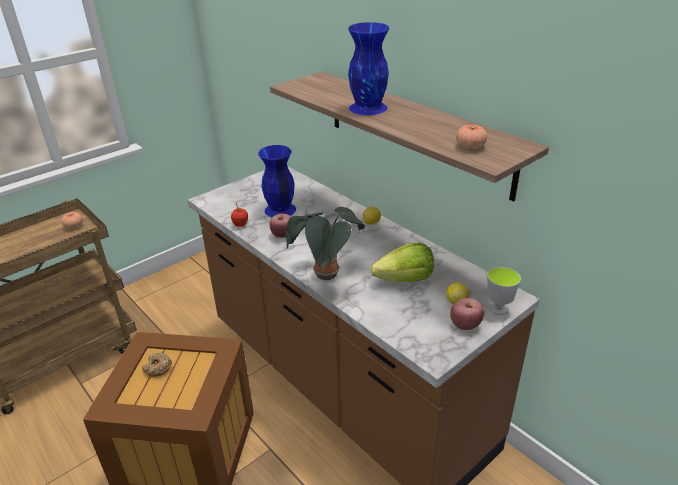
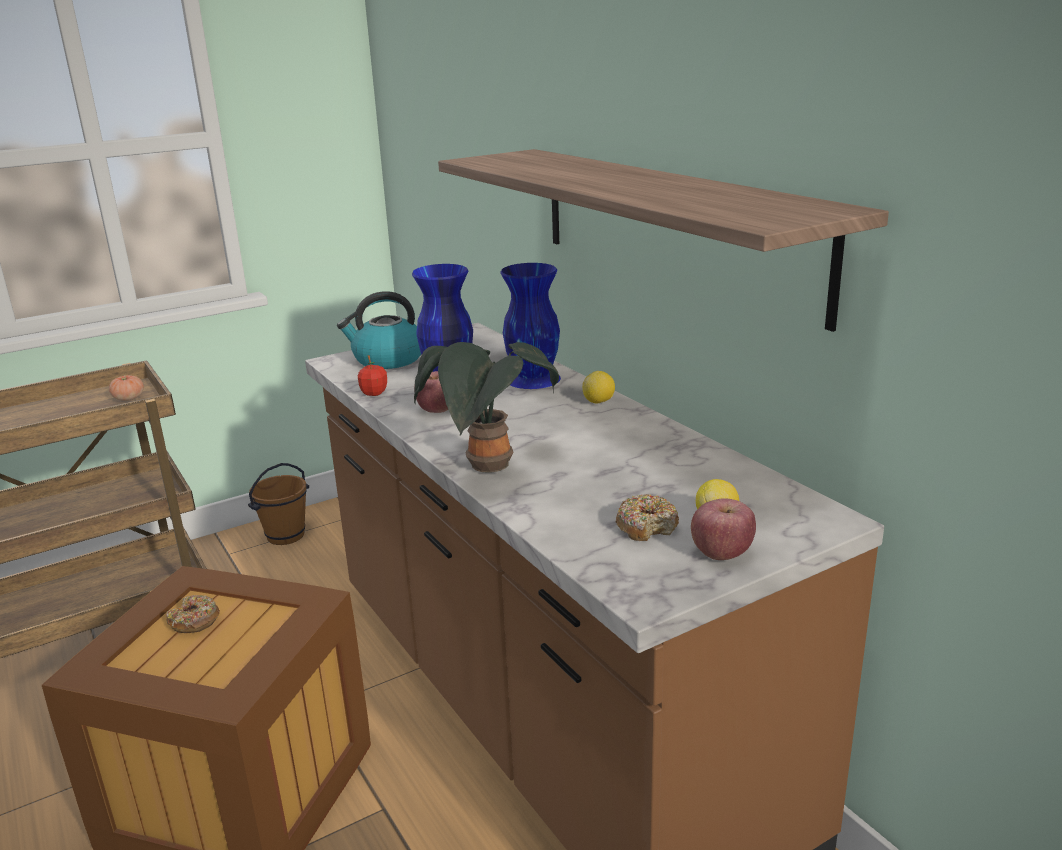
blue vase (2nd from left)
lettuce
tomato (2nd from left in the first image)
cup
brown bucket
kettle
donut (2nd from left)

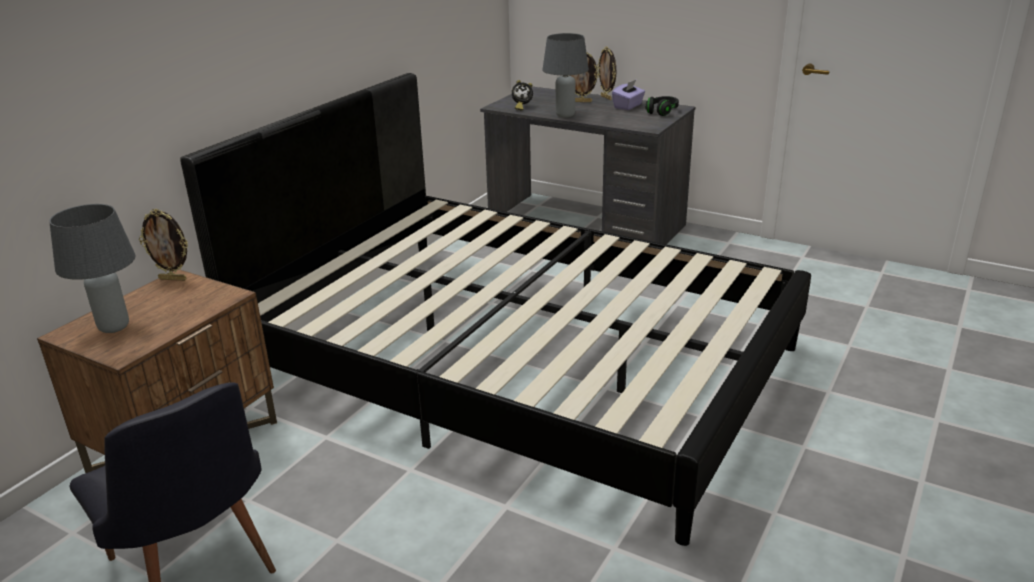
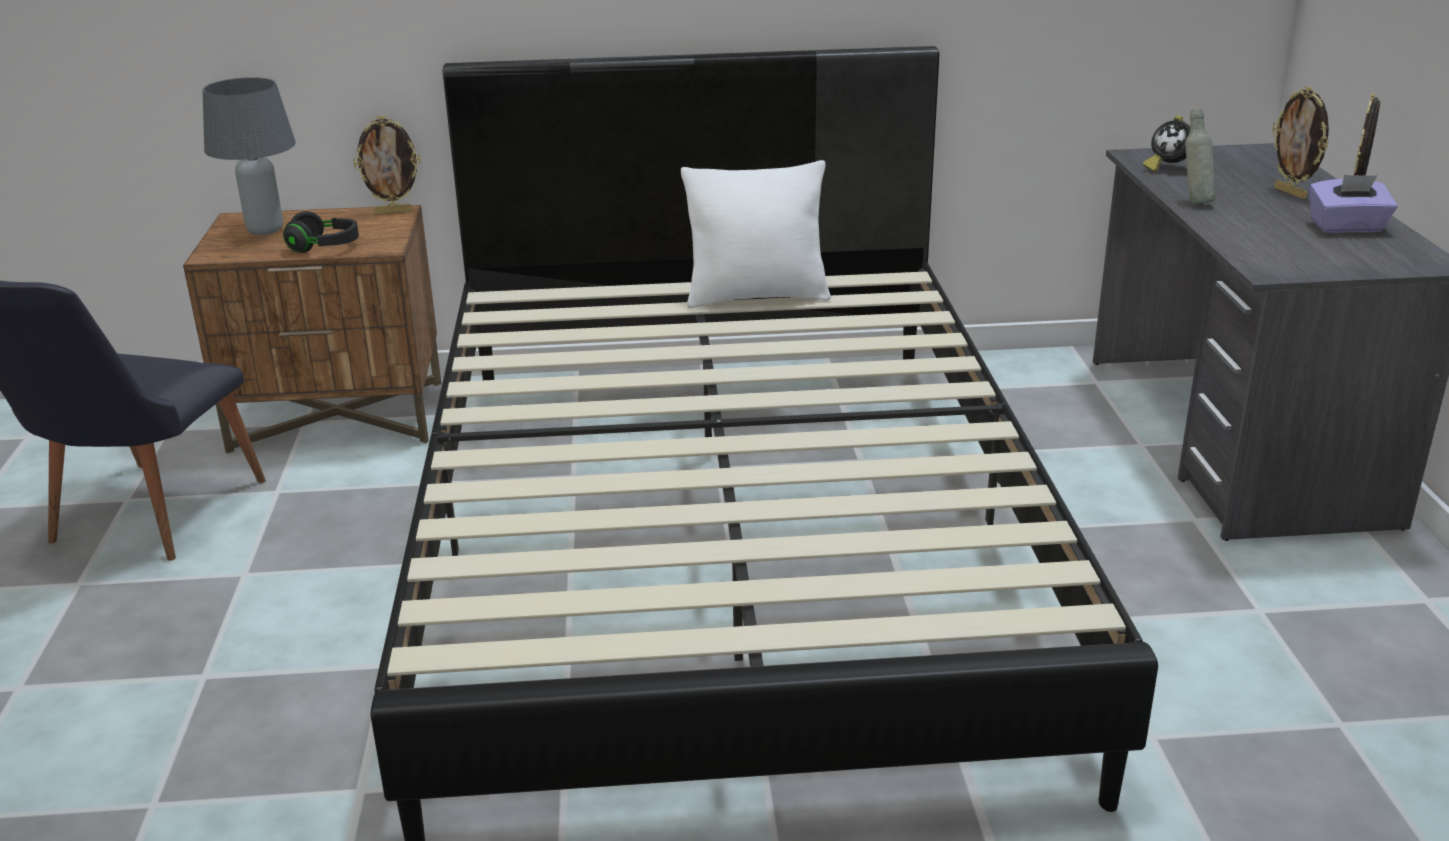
picture frame (1st from left)
grey bottle
black headphones
white pillow

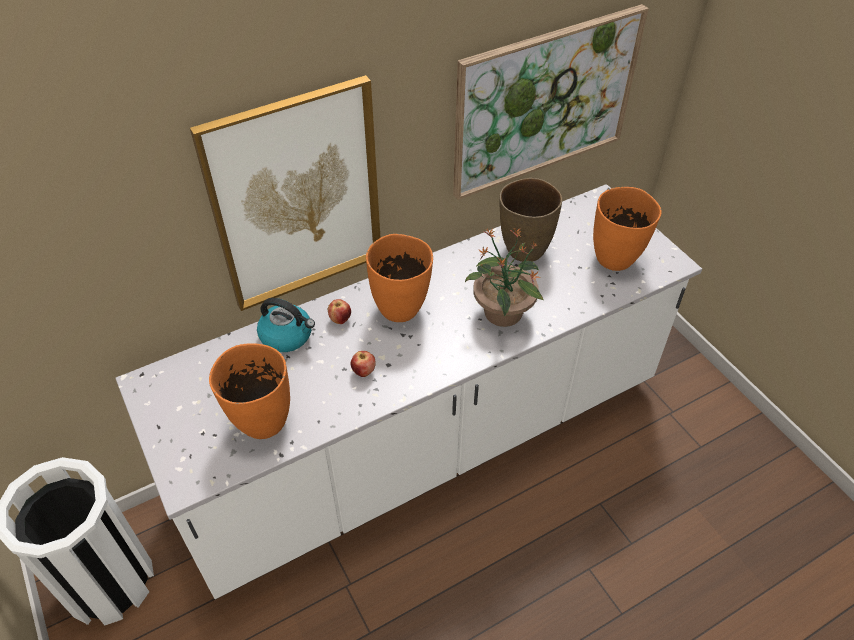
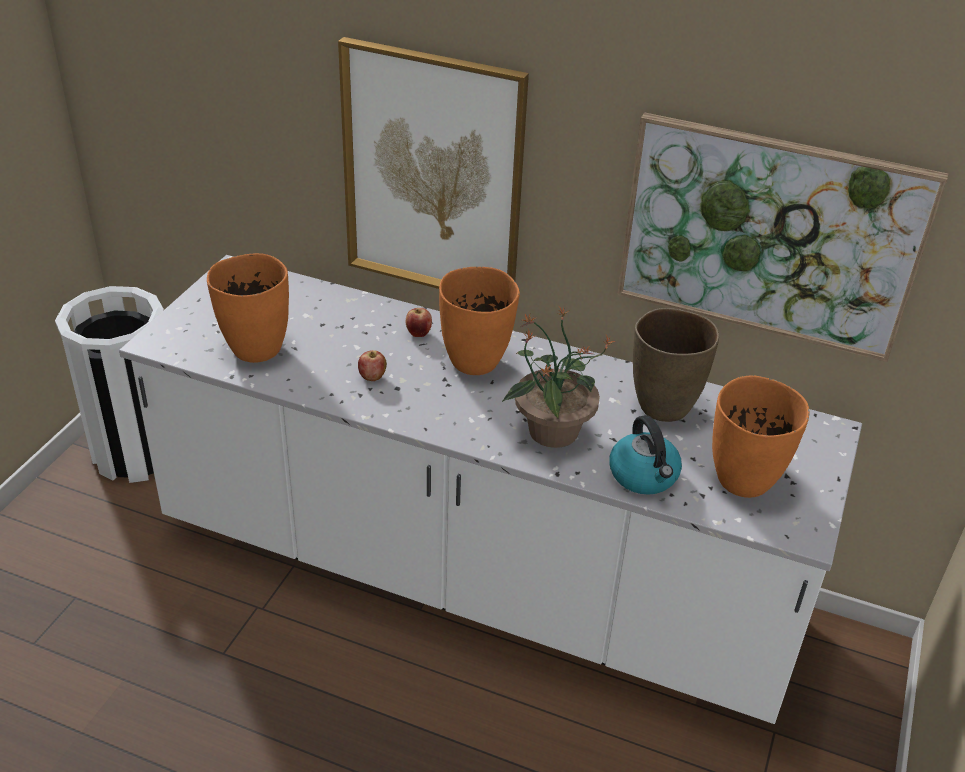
kettle

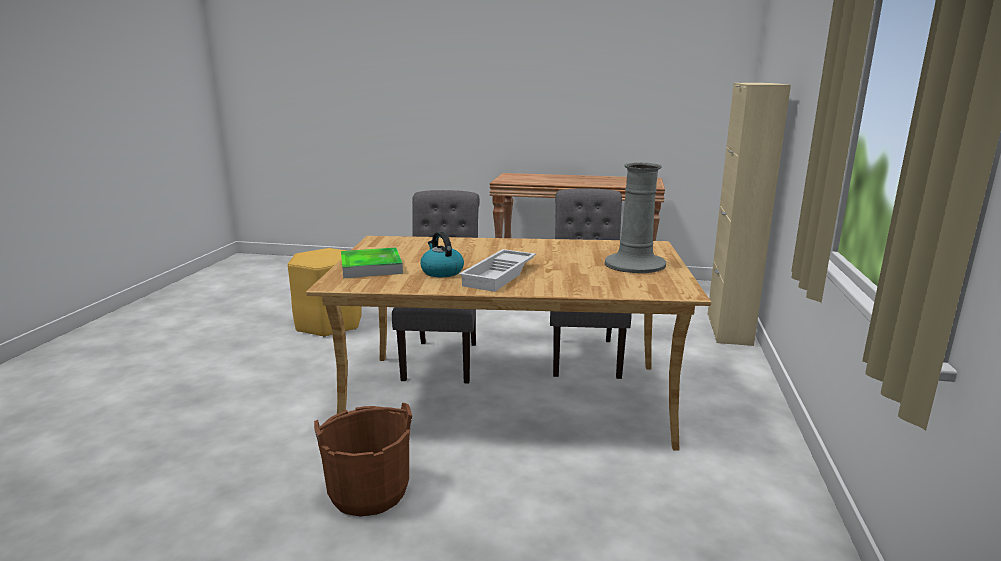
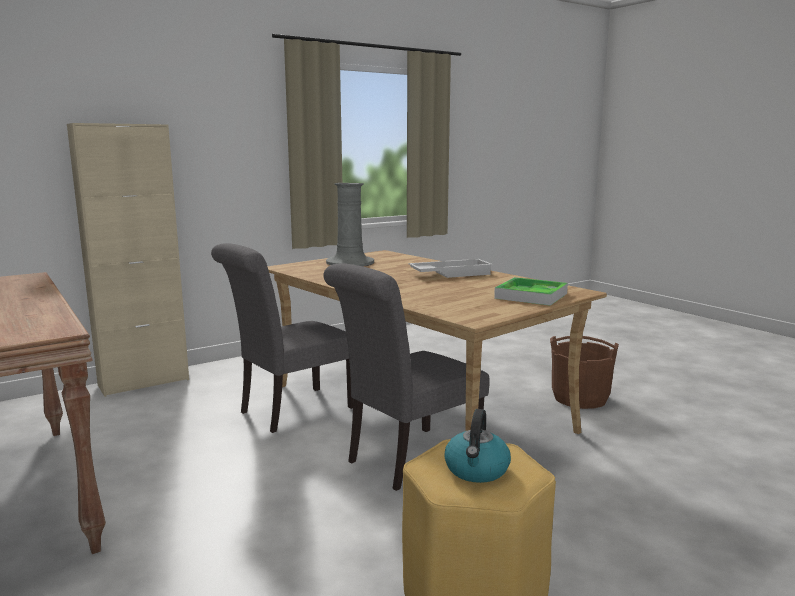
kettle

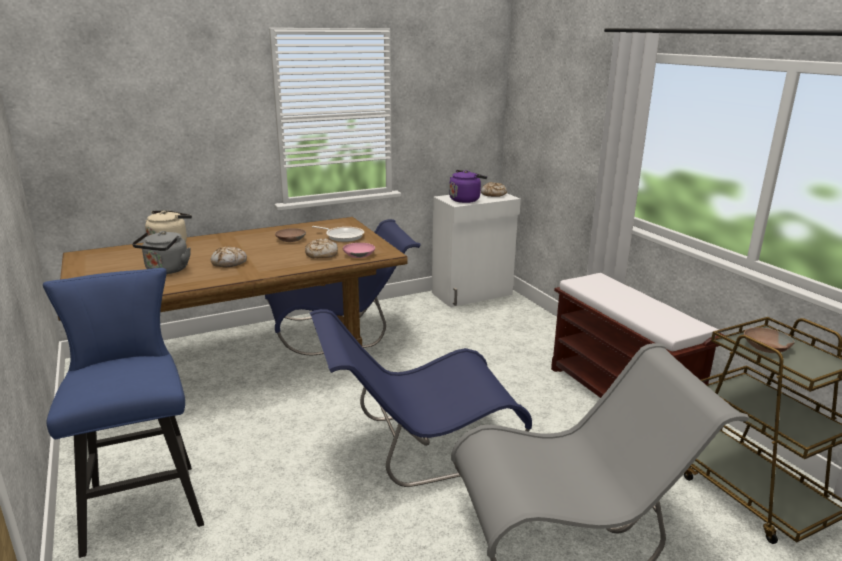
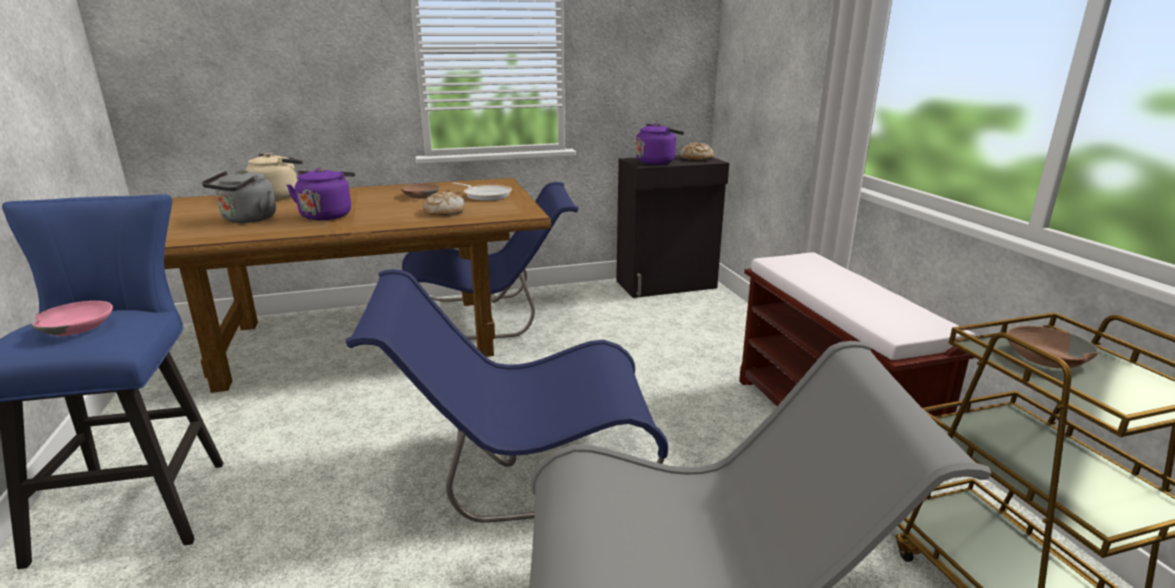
purple kettle (1st from left)
pink bowl
black cabinet

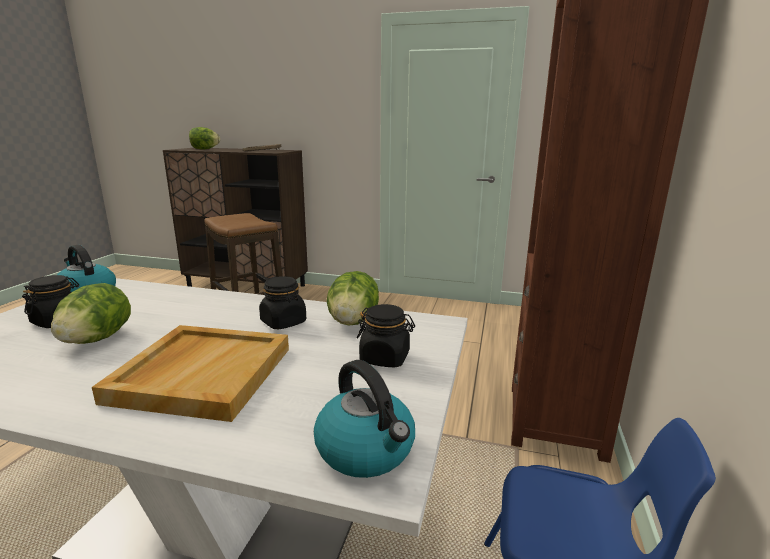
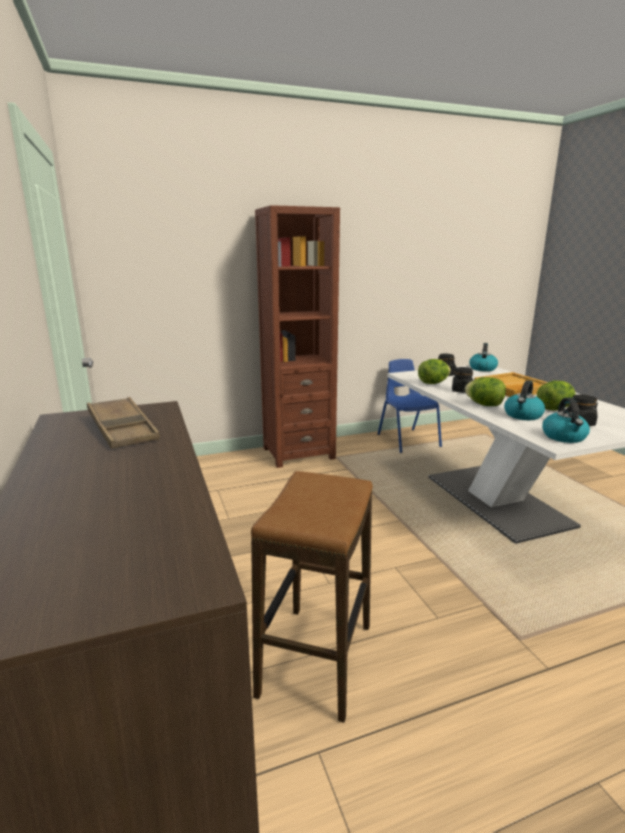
lettuce (2nd from left)
kettle (2nd from left)

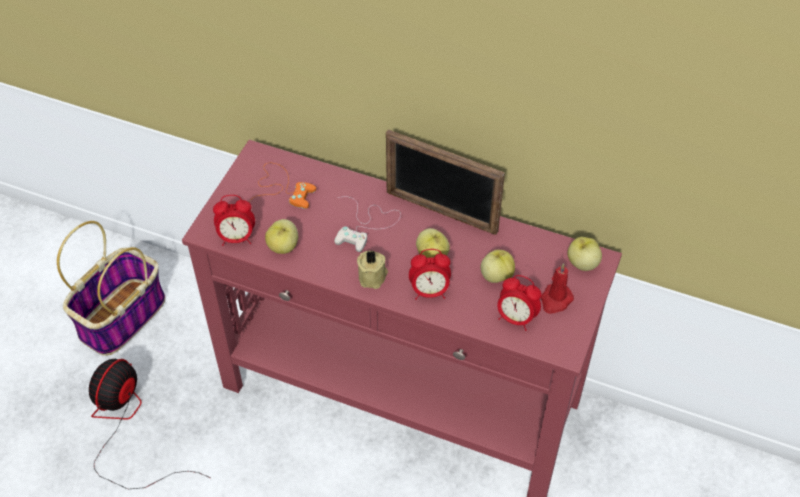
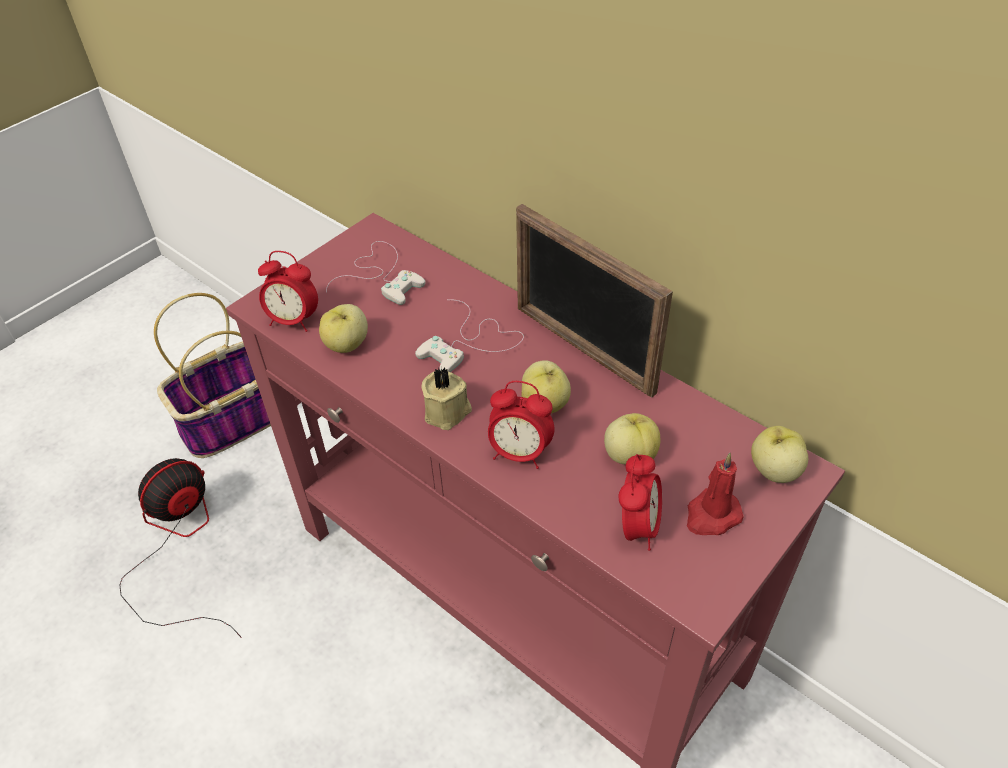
white game controller (1st from left)
alarm clock (3rd from left)

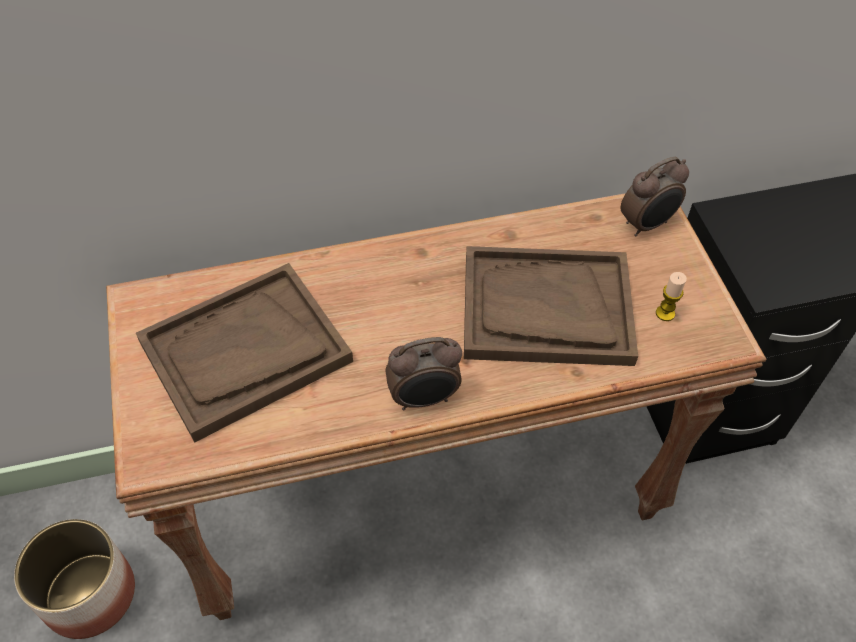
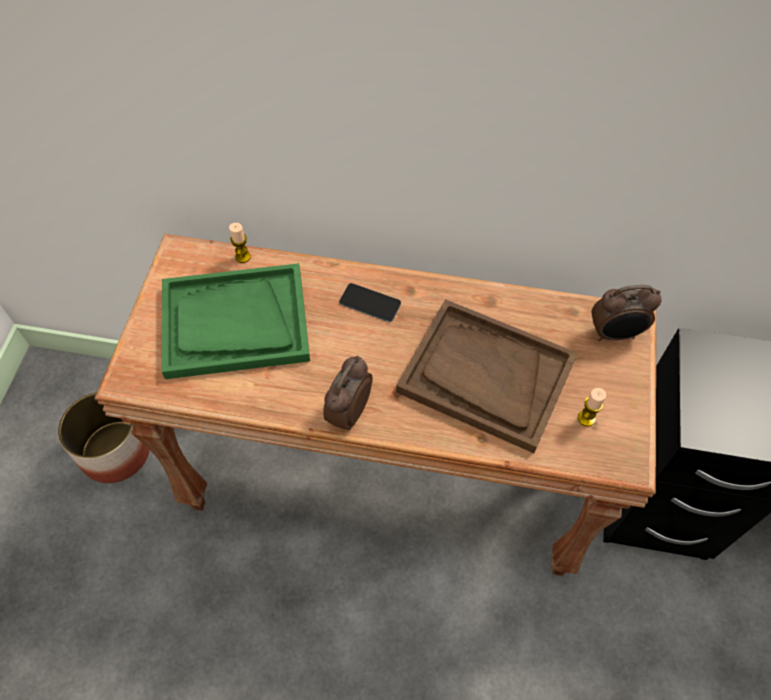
green tray
alarm clock (1st from left)
candle (1st from left)
phone

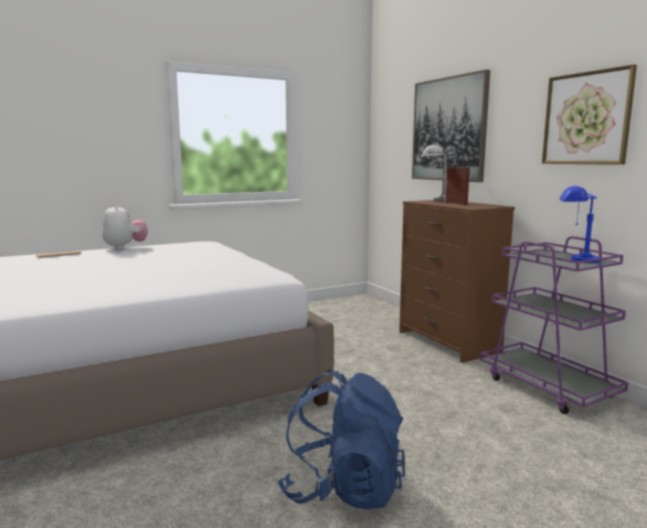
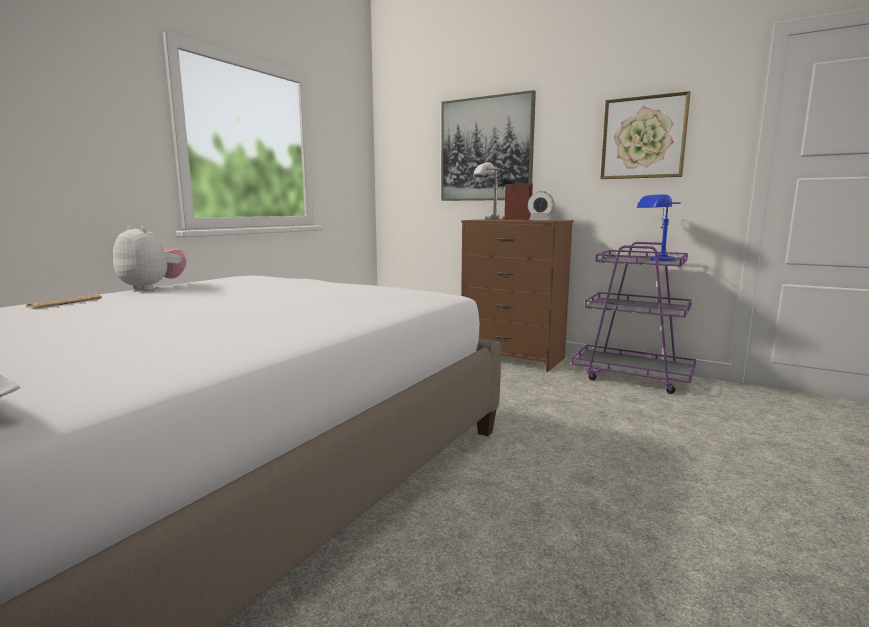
blue backpack
alarm clock

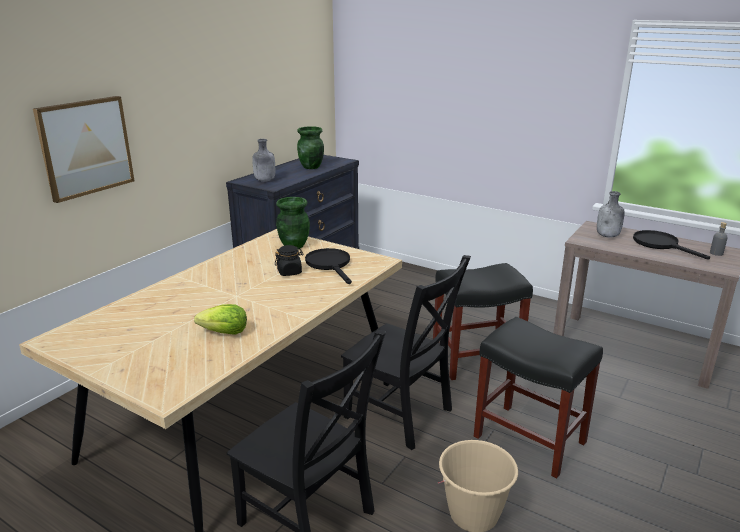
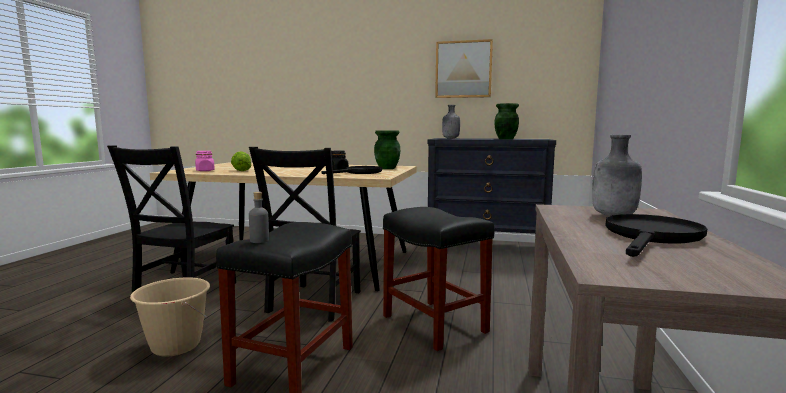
picture
grey bottle (1st from left)
pink jar

